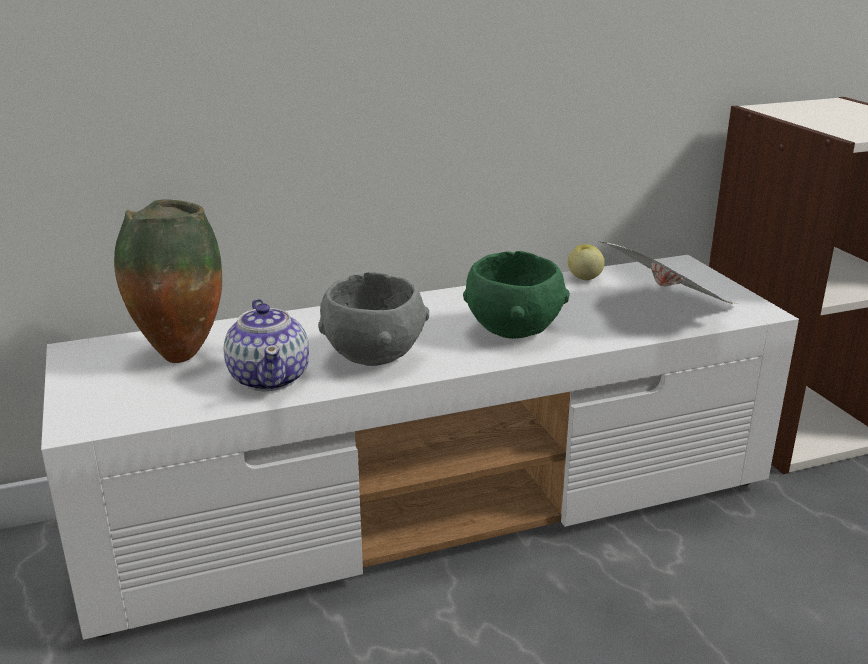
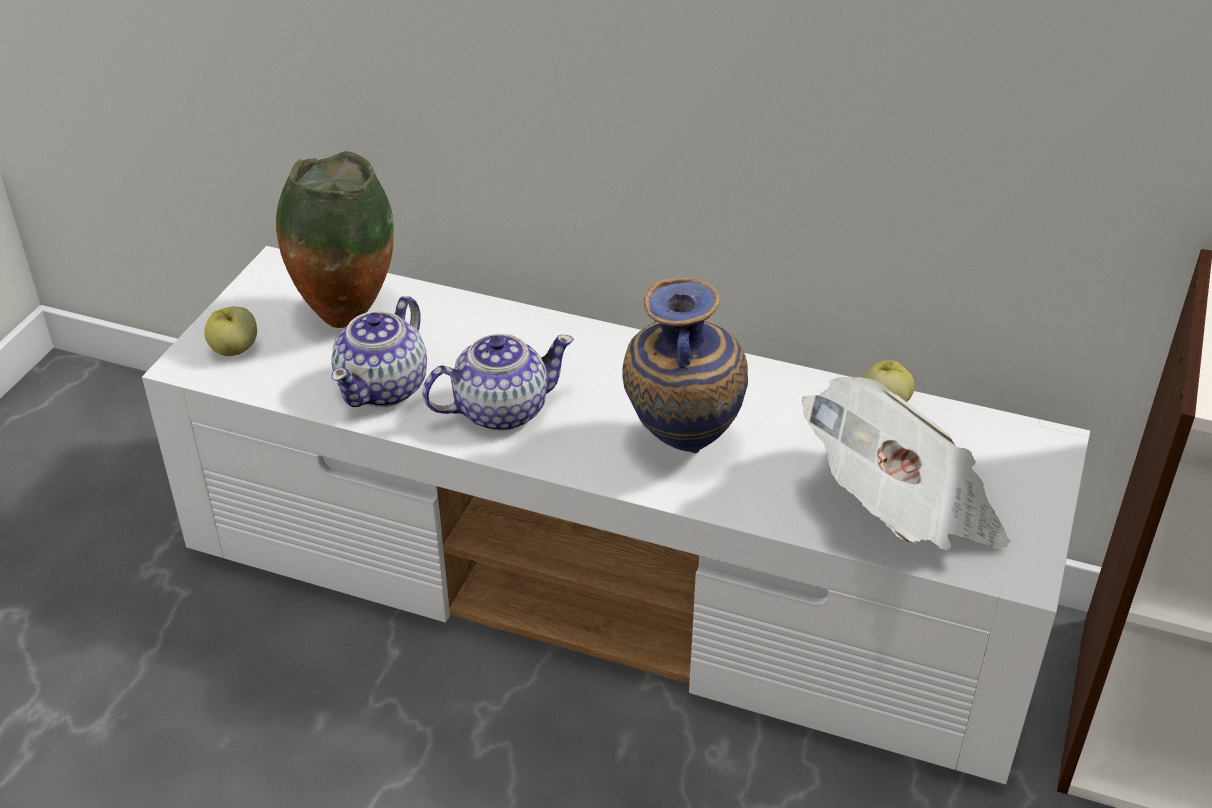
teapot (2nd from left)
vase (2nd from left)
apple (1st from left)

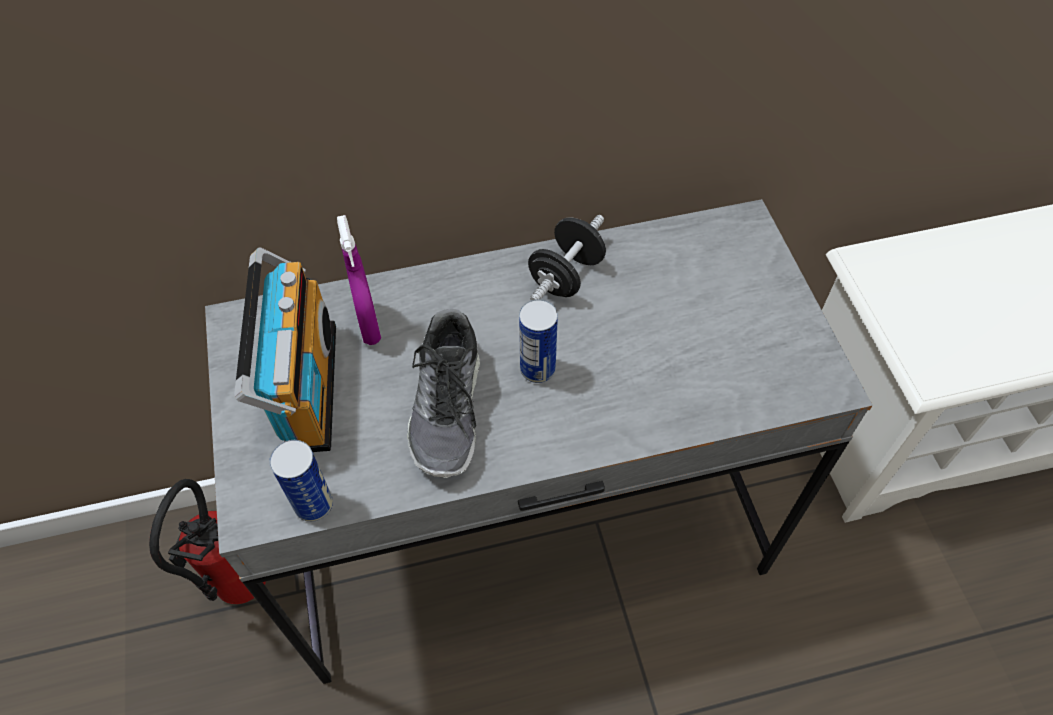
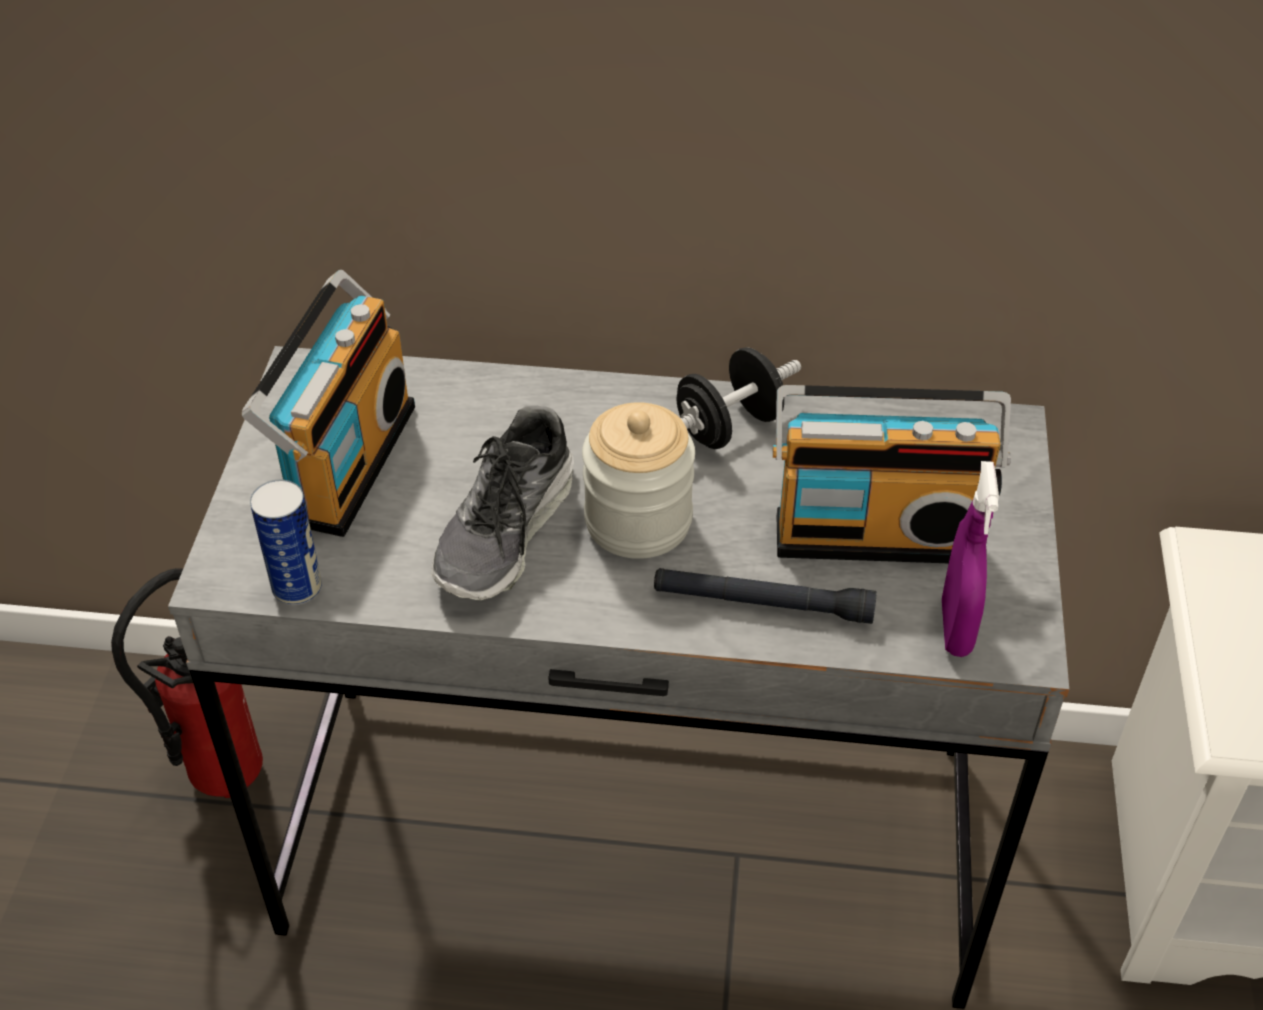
purple spray bottle
jar
black flashlight
radio (2nd from left)

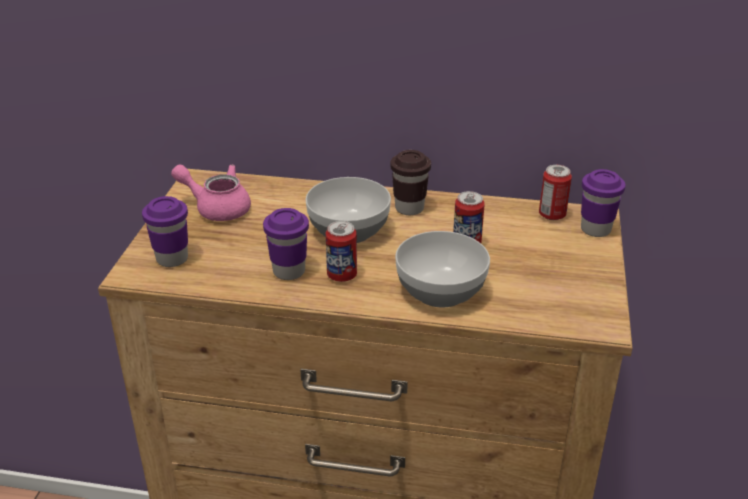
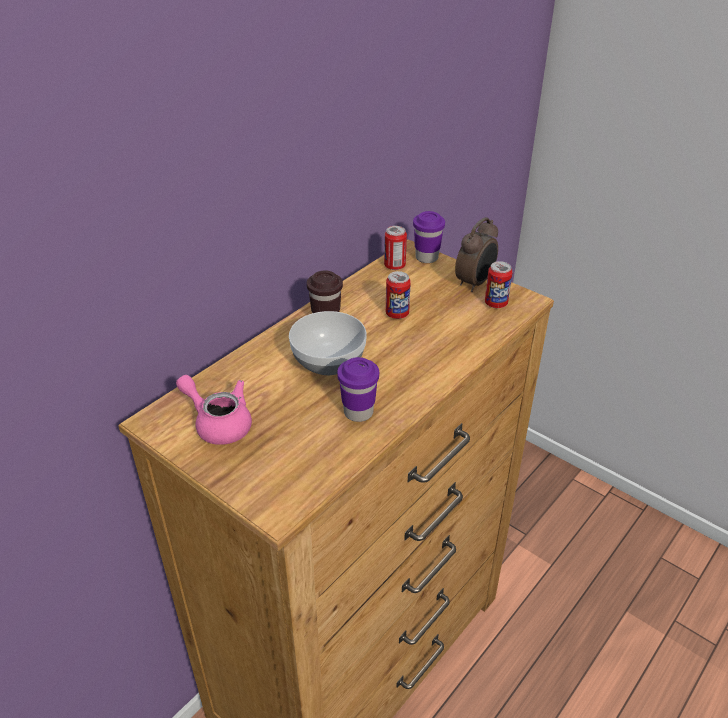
purple cup (1st from left in the first image)
pink teapot
can (3rd from left)
bowl (2nd from left in the first image)
alarm clock

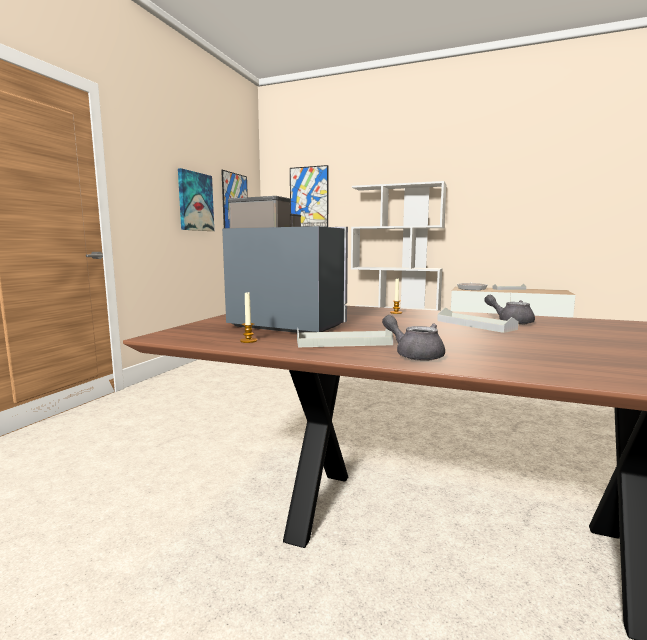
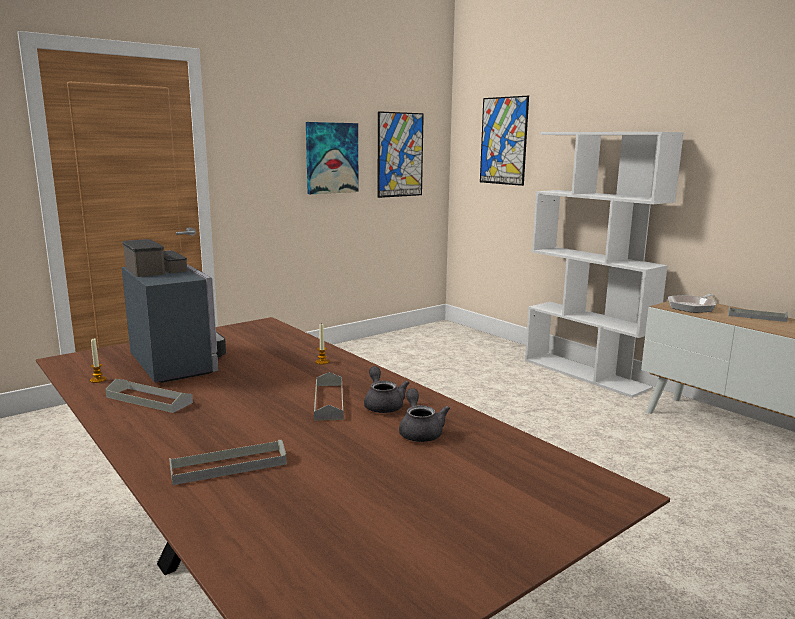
grey teapot (2nd from left)
grey tray (2nd from left)

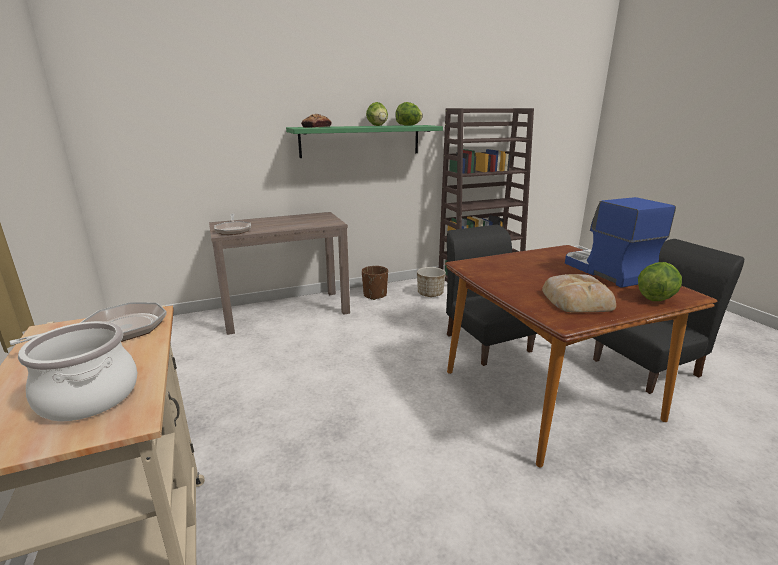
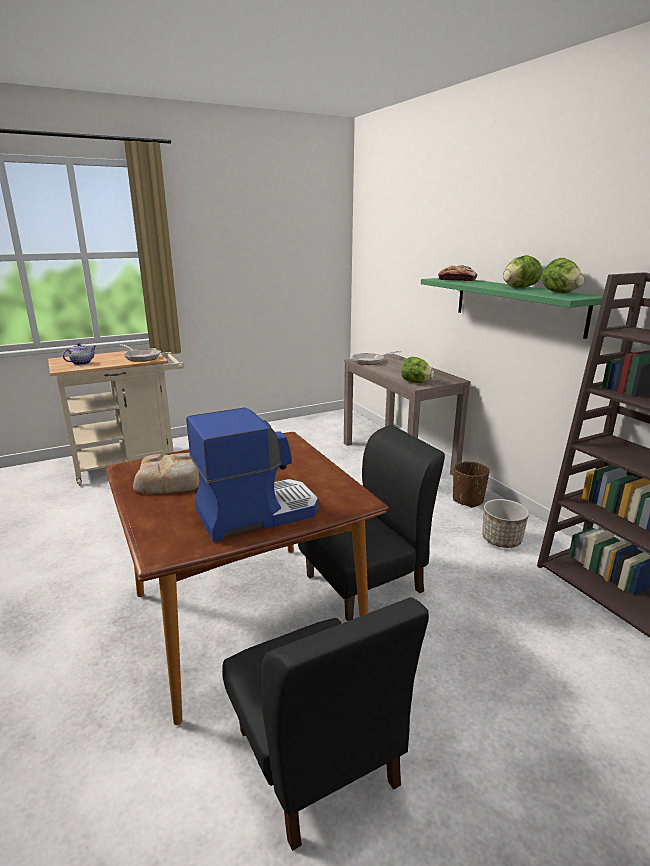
teapot
lettuce (1st from left)

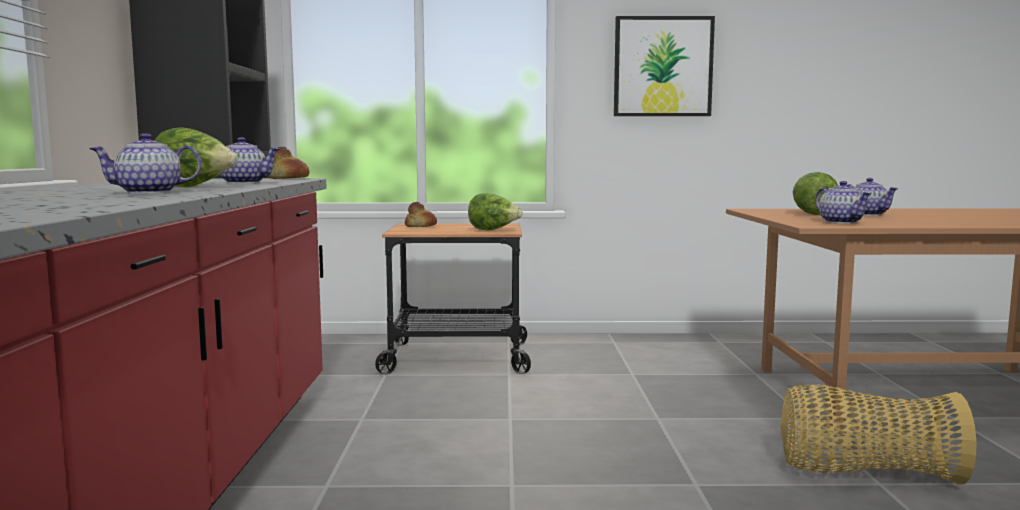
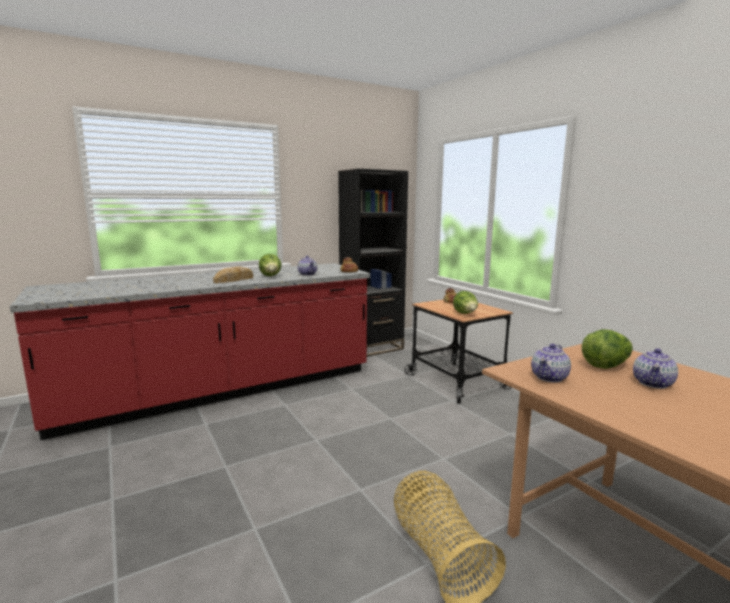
bread (1st from left)
picture

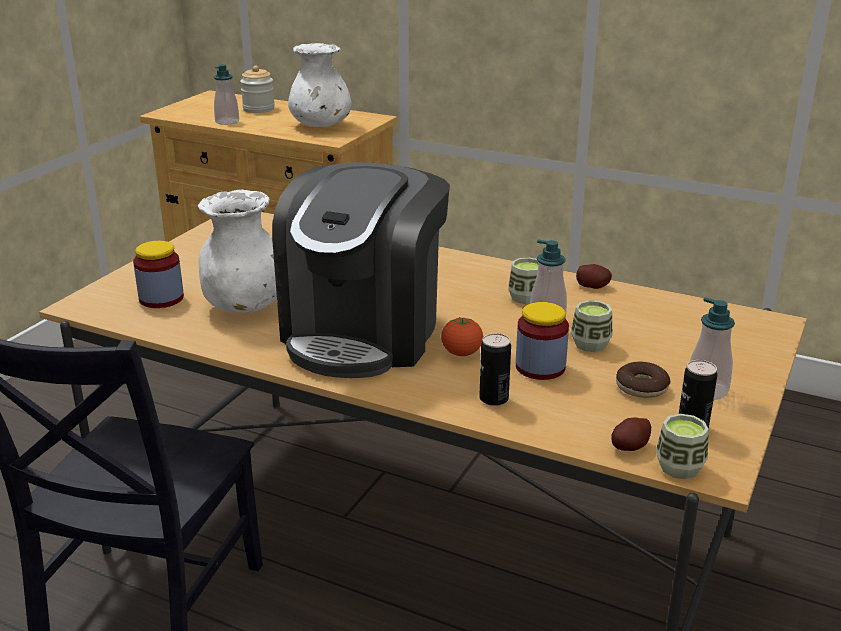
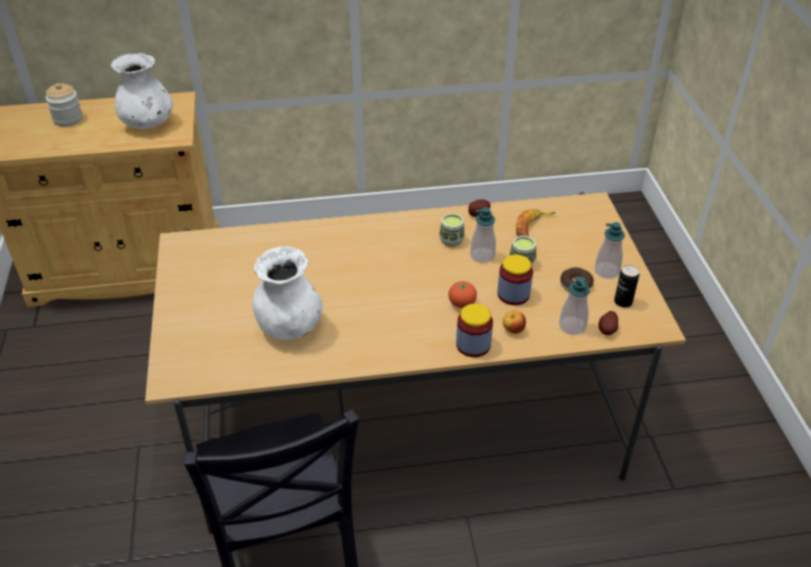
jar (2nd from left)
soap dispenser (2nd from left)
coffee machine
apple
cup (3rd from left in the first image)
banana

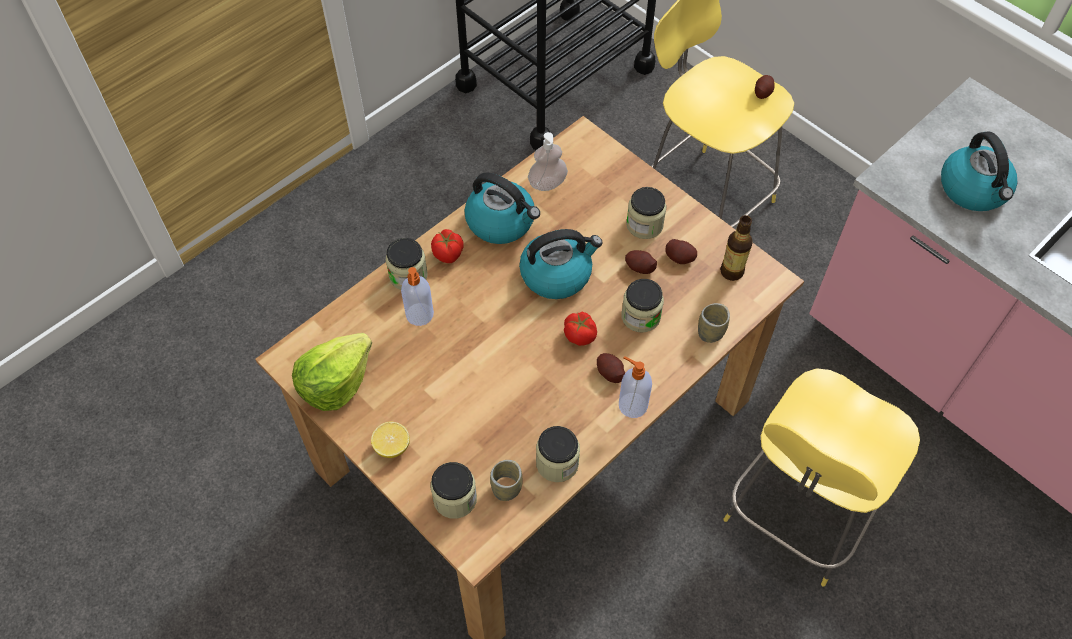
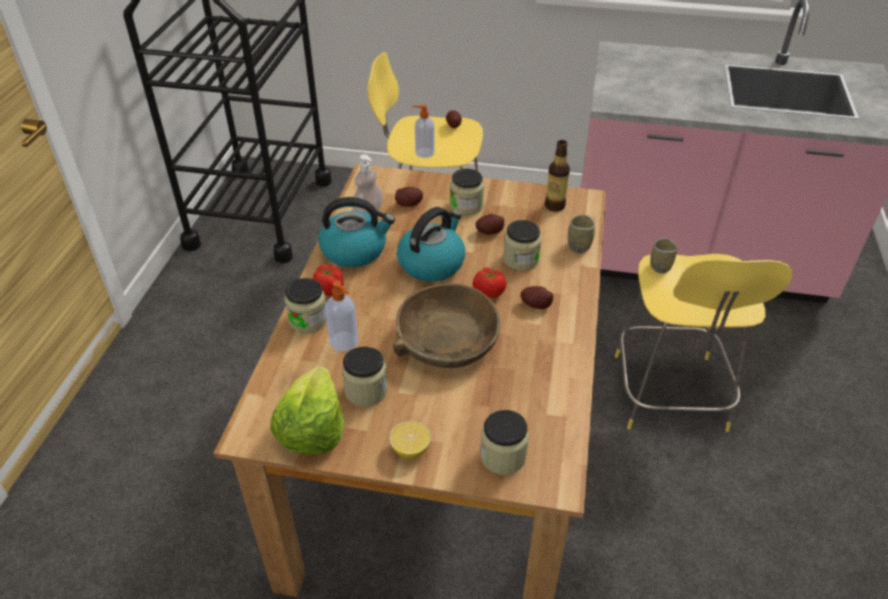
cup (2nd from left)
jar (2nd from left)
soap dispenser (3rd from left)
potato (1st from left)
kettle (3rd from left in the first image)
brown bowl

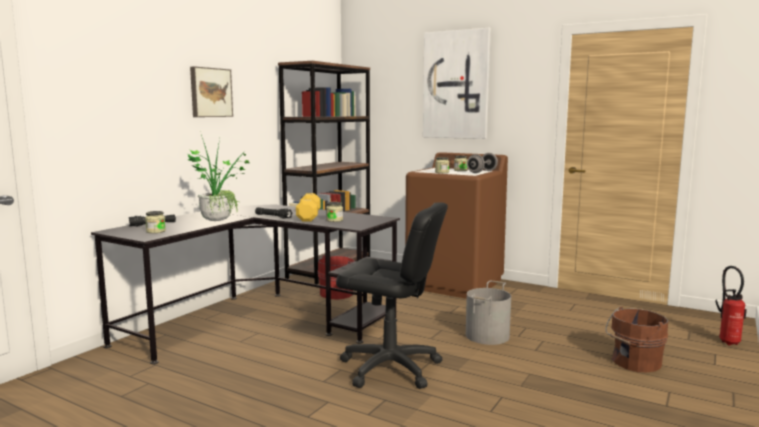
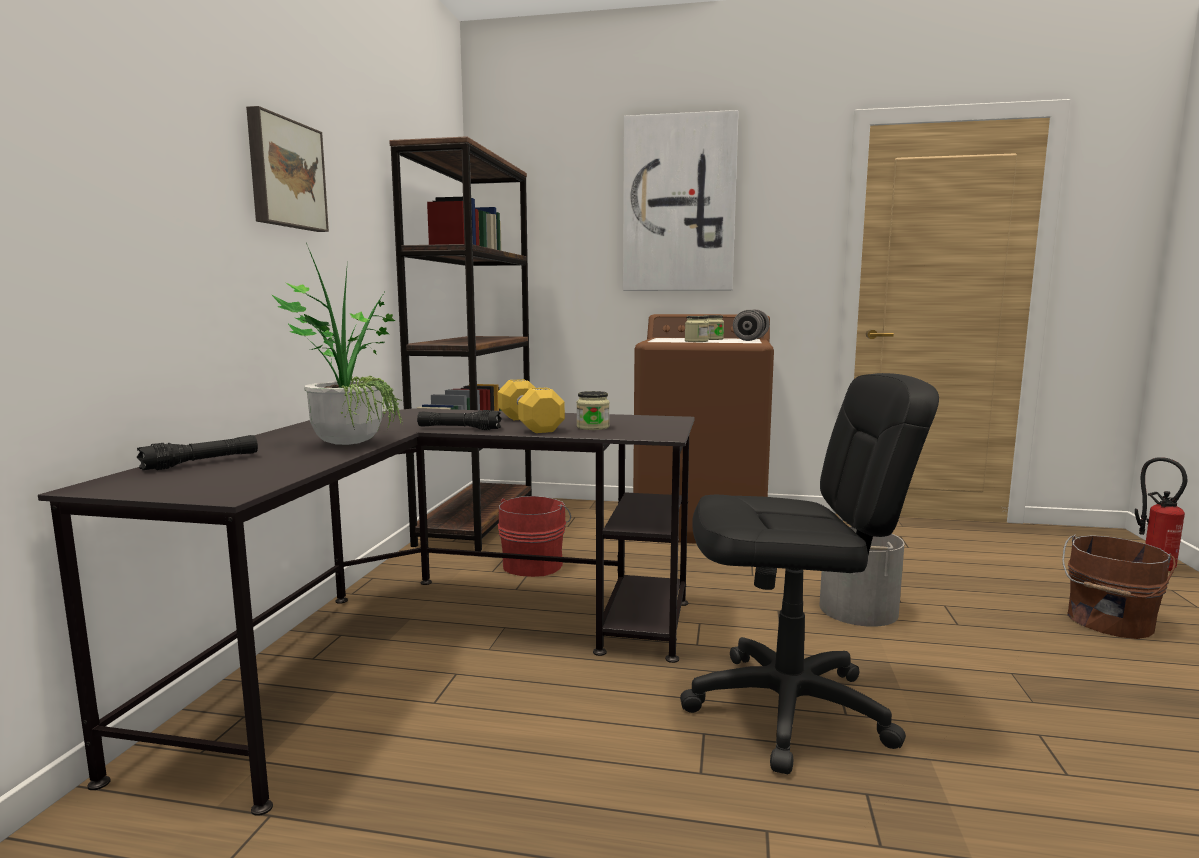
jar (1st from left in the first image)

